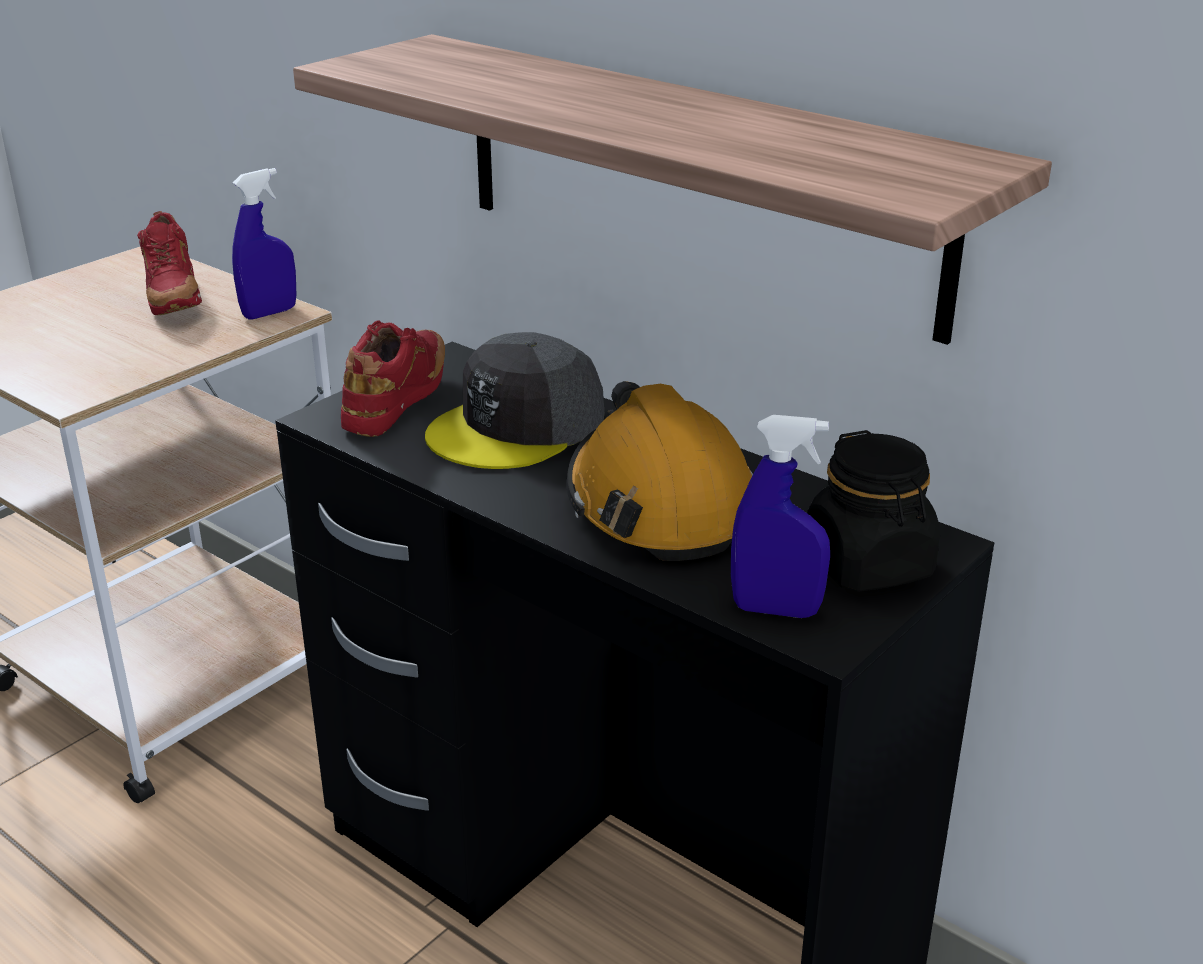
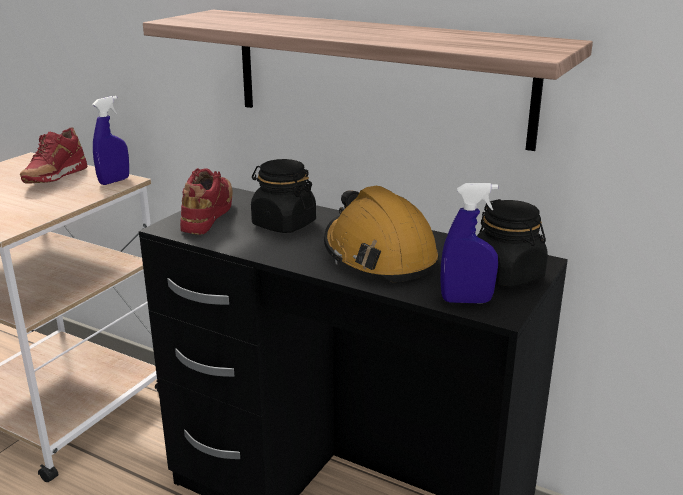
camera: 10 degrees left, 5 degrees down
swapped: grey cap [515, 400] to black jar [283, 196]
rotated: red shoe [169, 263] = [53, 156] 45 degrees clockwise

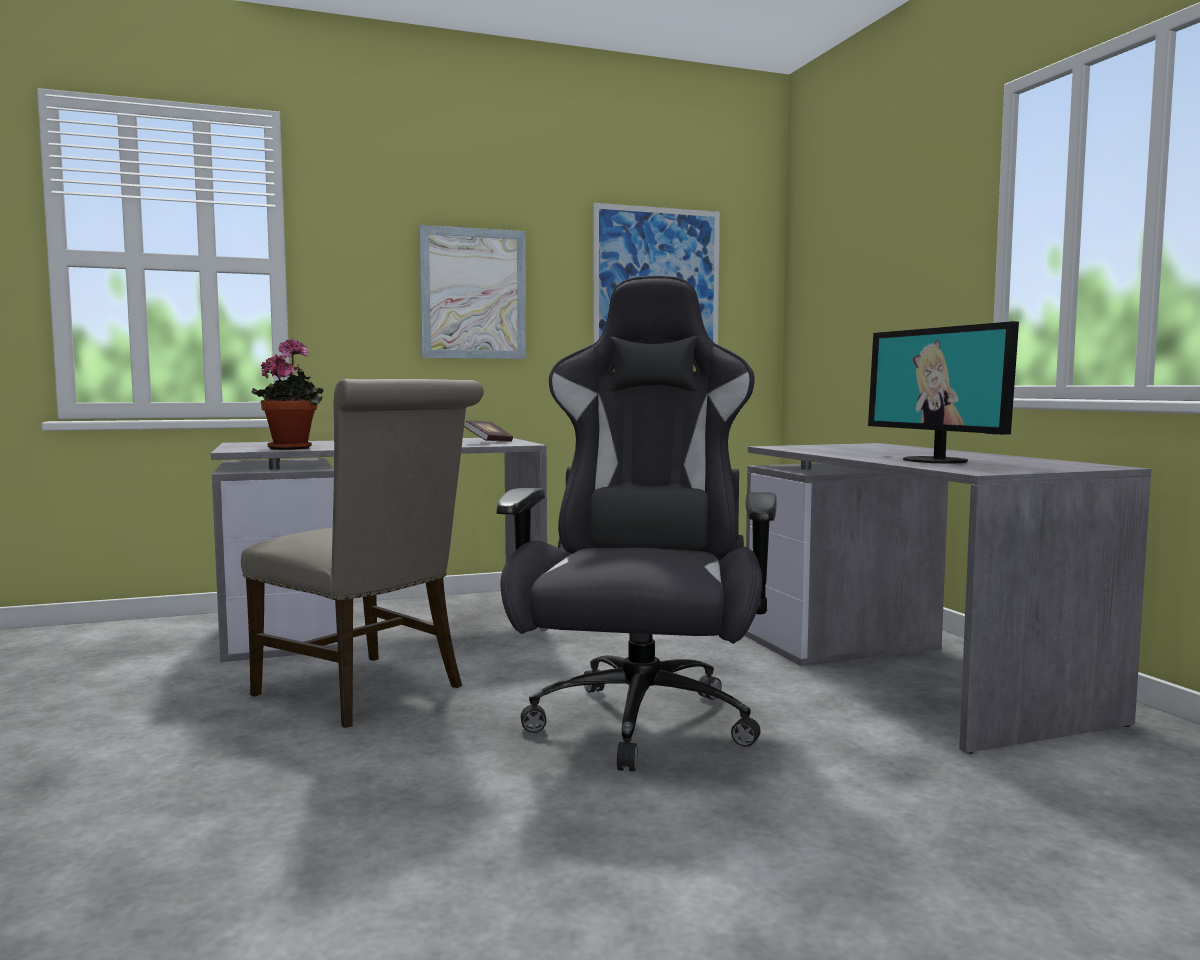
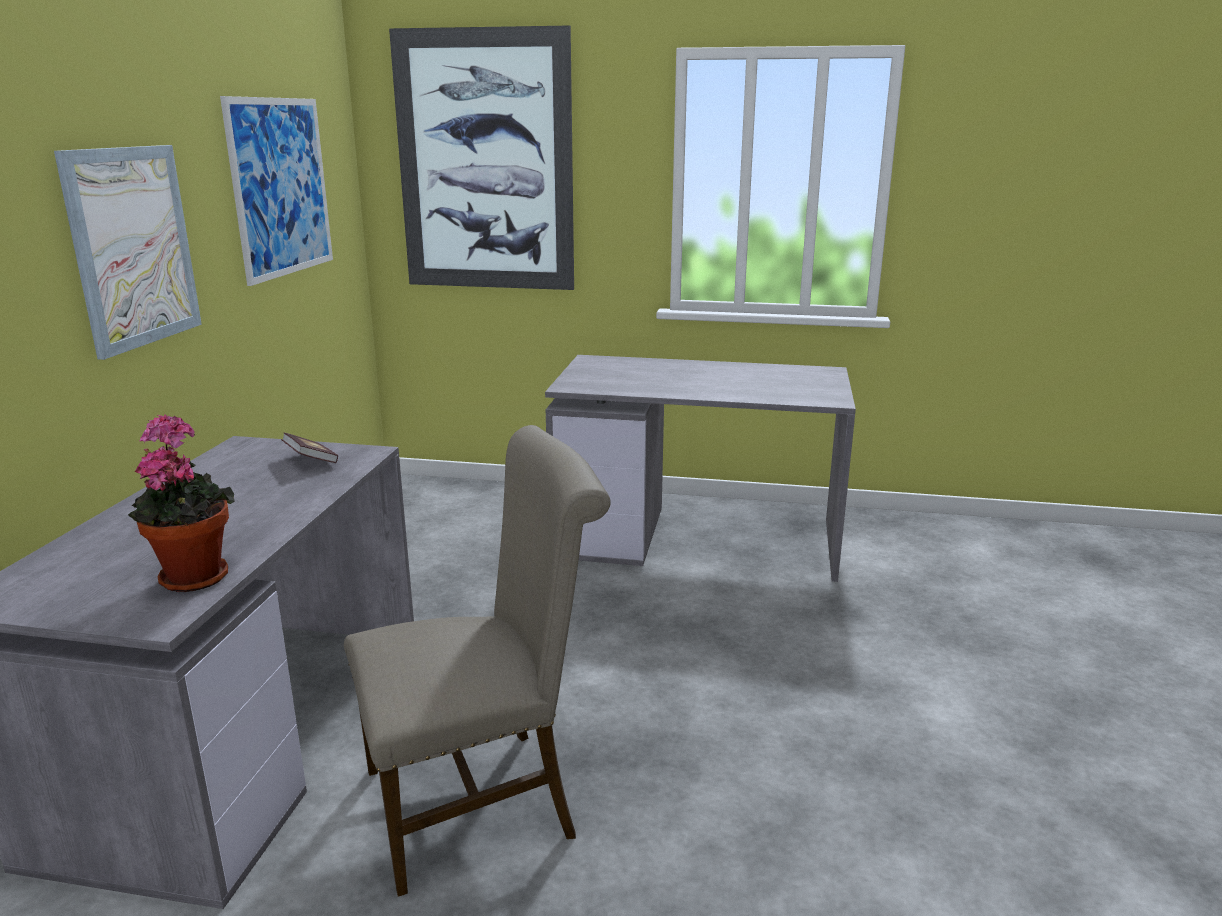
camera: 60 degrees left, 15 degrees up
gone: black office chair [636, 523]; monitor [943, 392]
new: picture [481, 158]

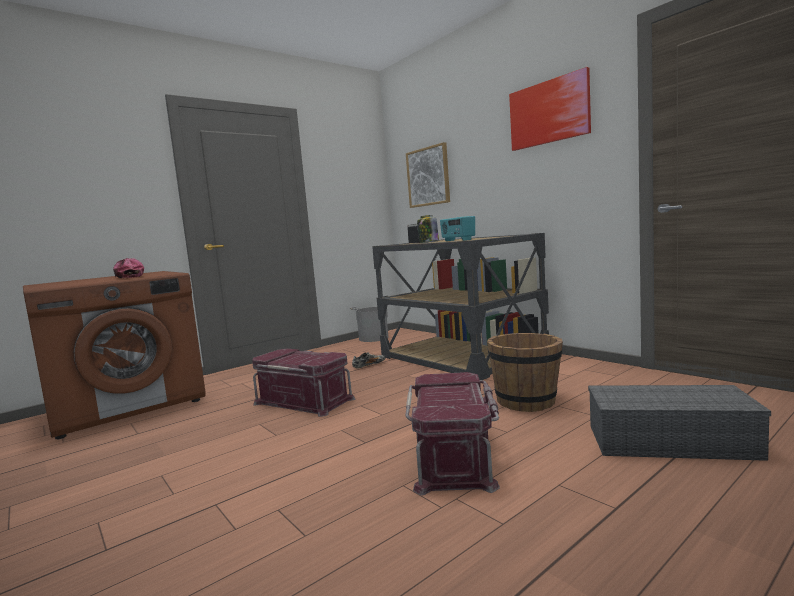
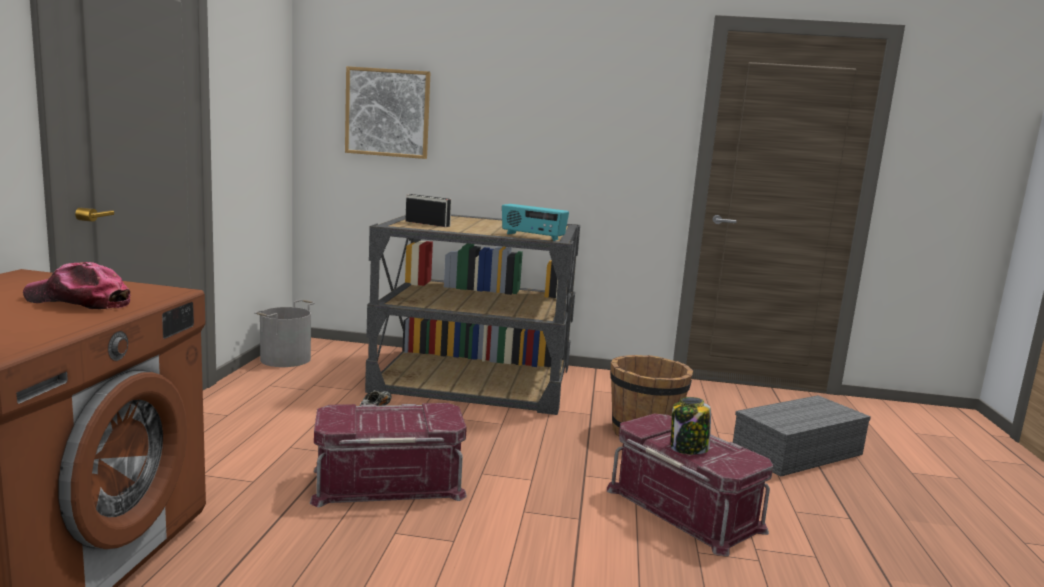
camera: 45 degrees left, 5 degrees up
gone: picture [550, 109]
shifted: jar [428, 229] to [691, 426]

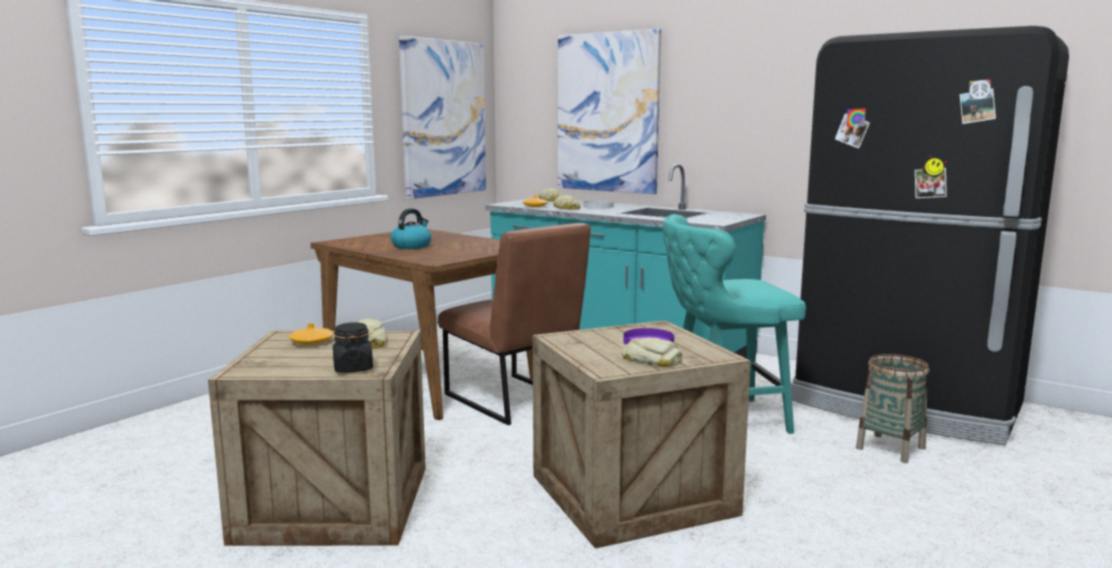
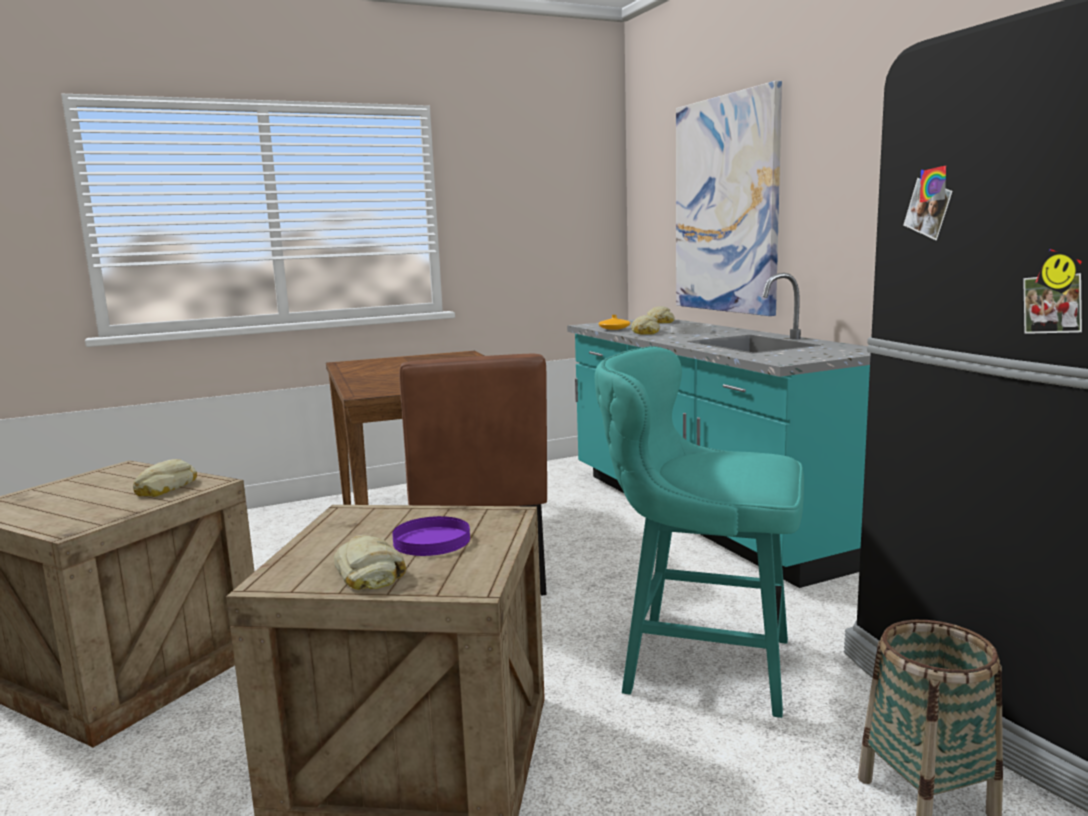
camera: 30 degrees right, 0 degrees up
gone: orange vase [311, 334]; black jar [353, 347]; kettle [411, 228]; picture [442, 117]

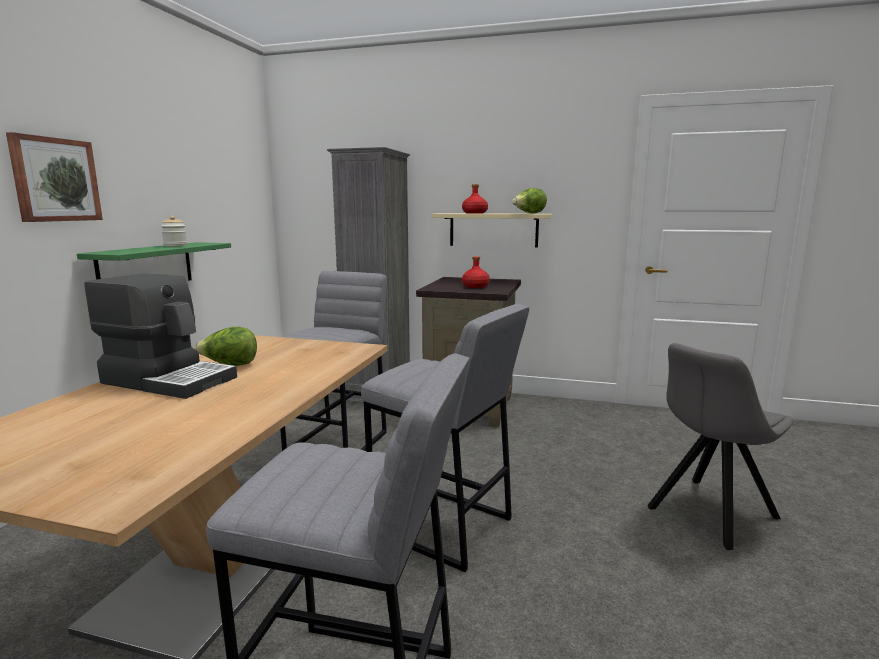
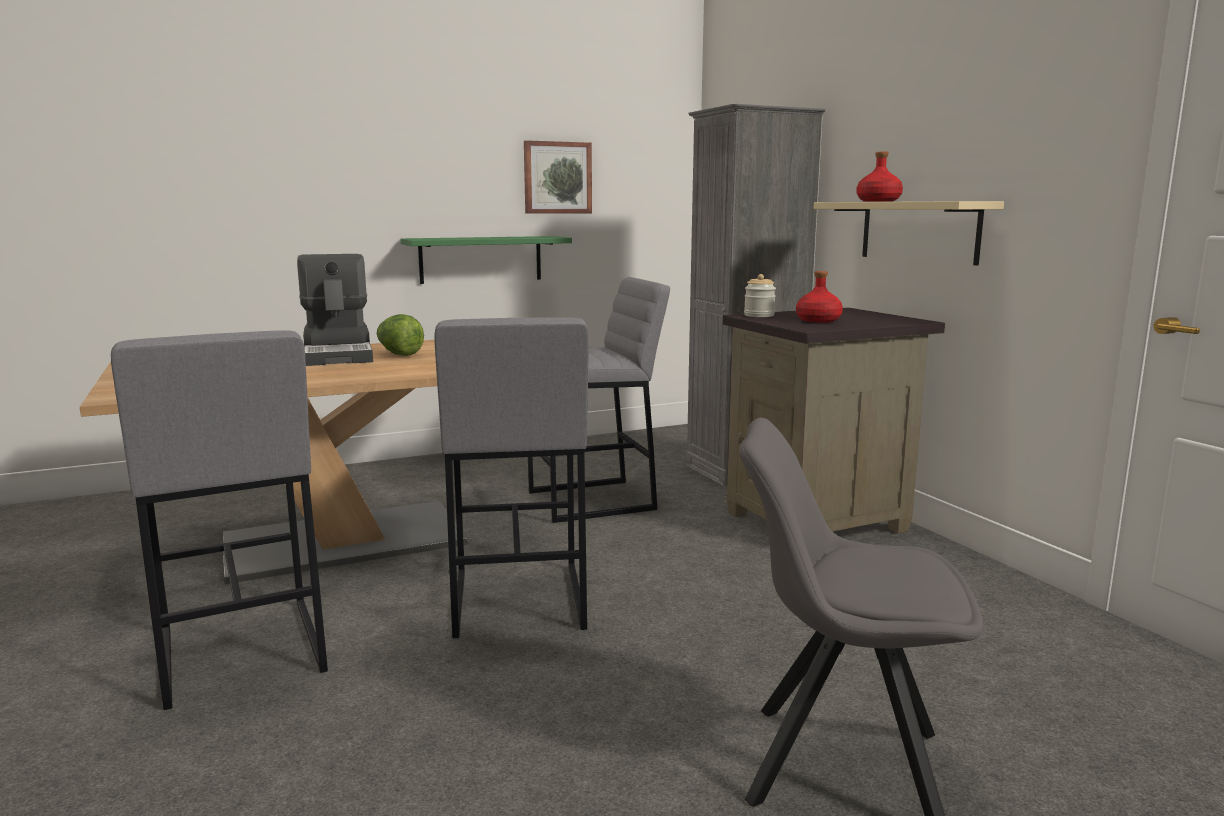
camera: 50 degrees right, 0 degrees up
gone: lettuce [529, 201]
shifted: picture [54, 177] to [558, 177]; jar [174, 231] to [760, 295]

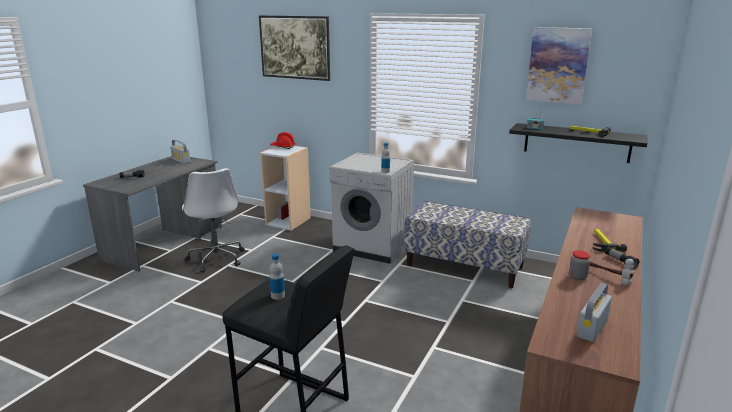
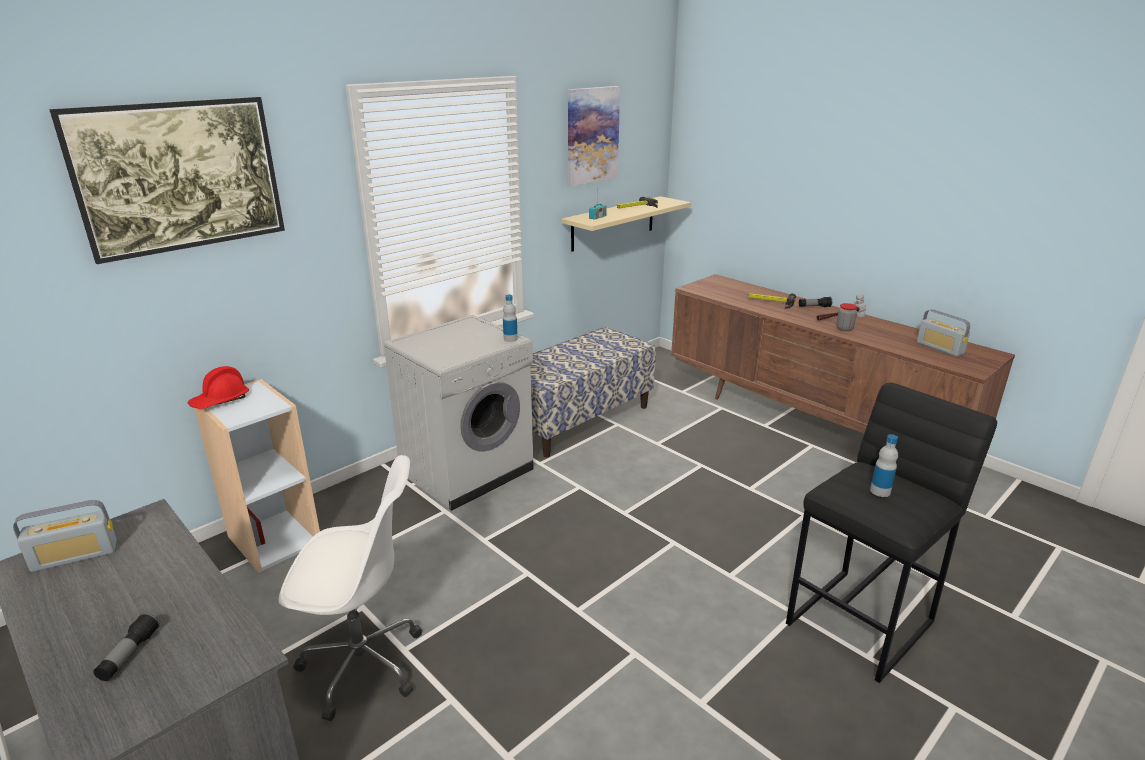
camera: 70 degrees left, 5 degrees up
repainted: black shelf [578, 143] to beige shelf [626, 224]

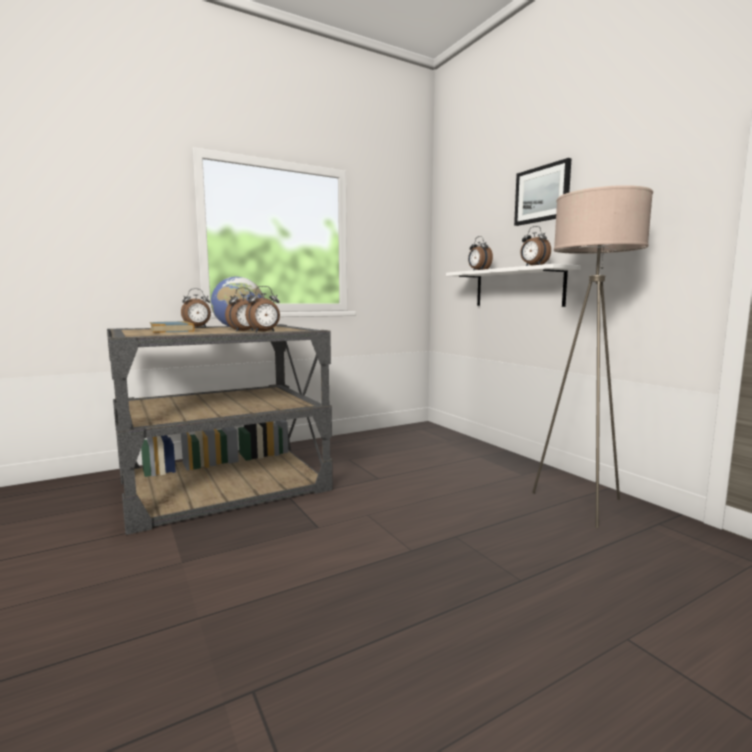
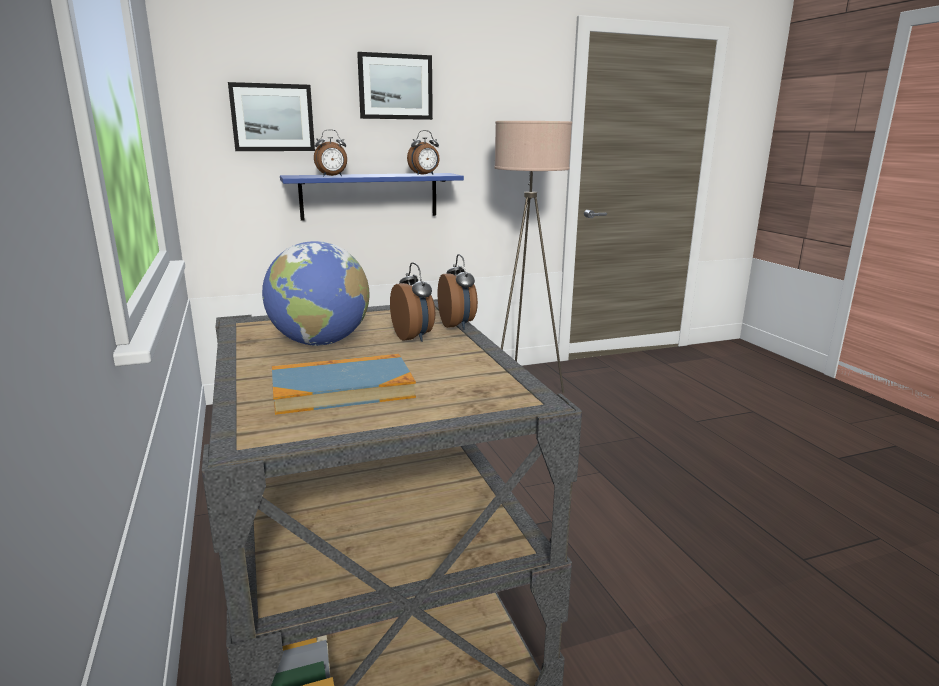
camera: 80 degrees left, 10 degrees up
gone: alarm clock [196, 307]
new: picture [271, 116]
repainted: white shelf [513, 285] to blue shelf [372, 197]

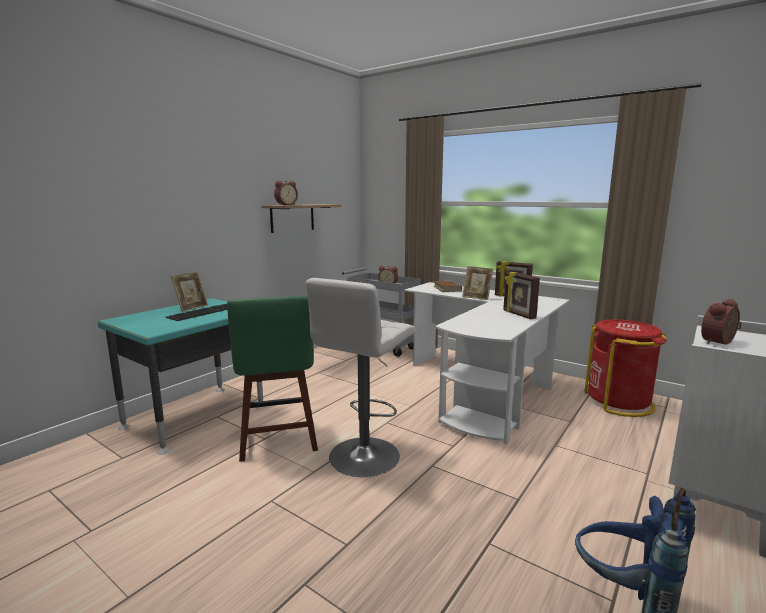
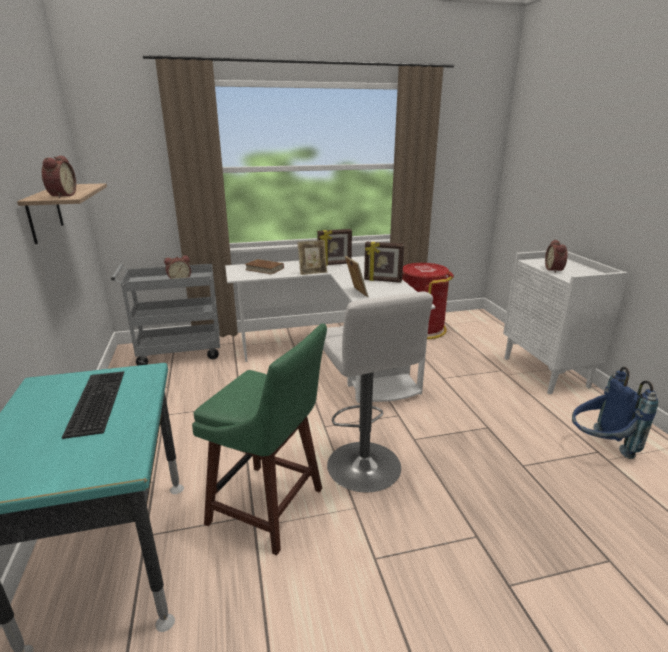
camera: 50 degrees left, 10 degrees up
shifted: picture frame [189, 292] to [356, 276]

